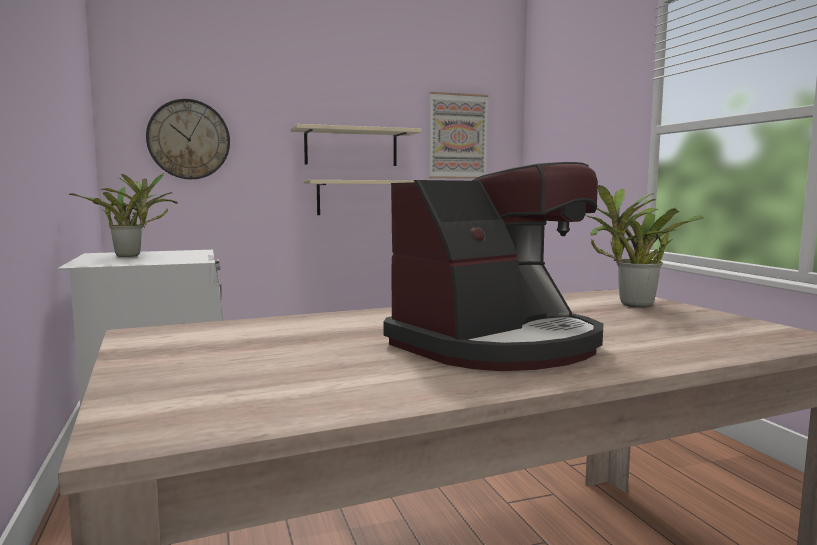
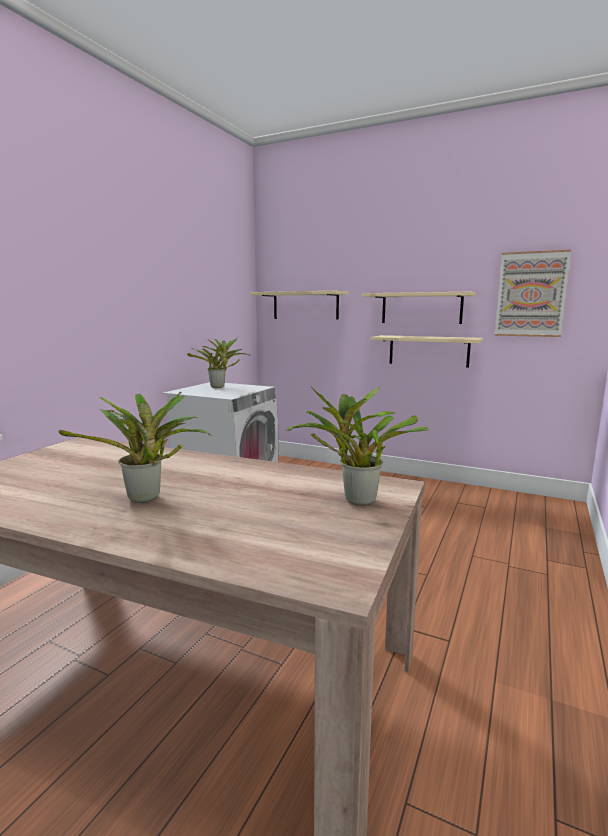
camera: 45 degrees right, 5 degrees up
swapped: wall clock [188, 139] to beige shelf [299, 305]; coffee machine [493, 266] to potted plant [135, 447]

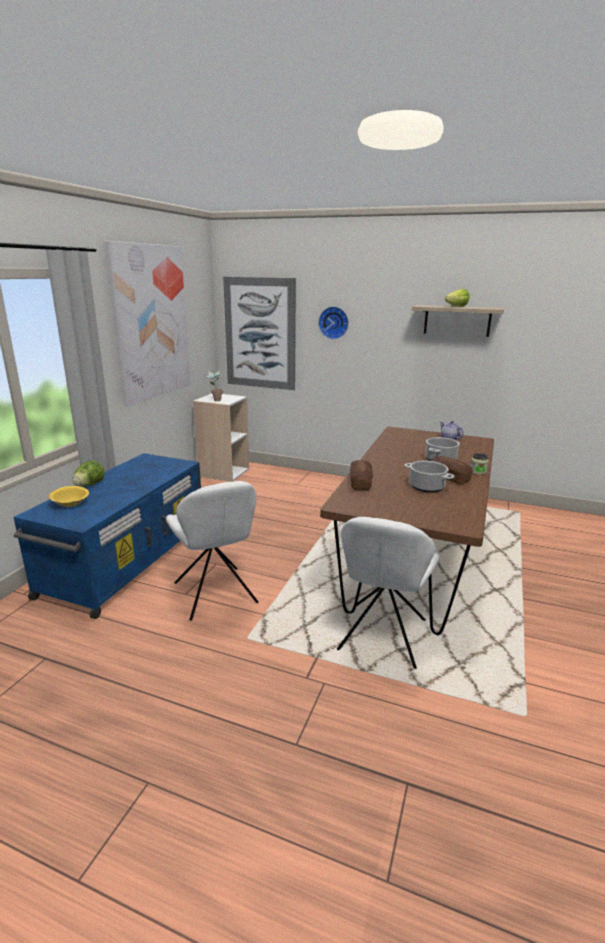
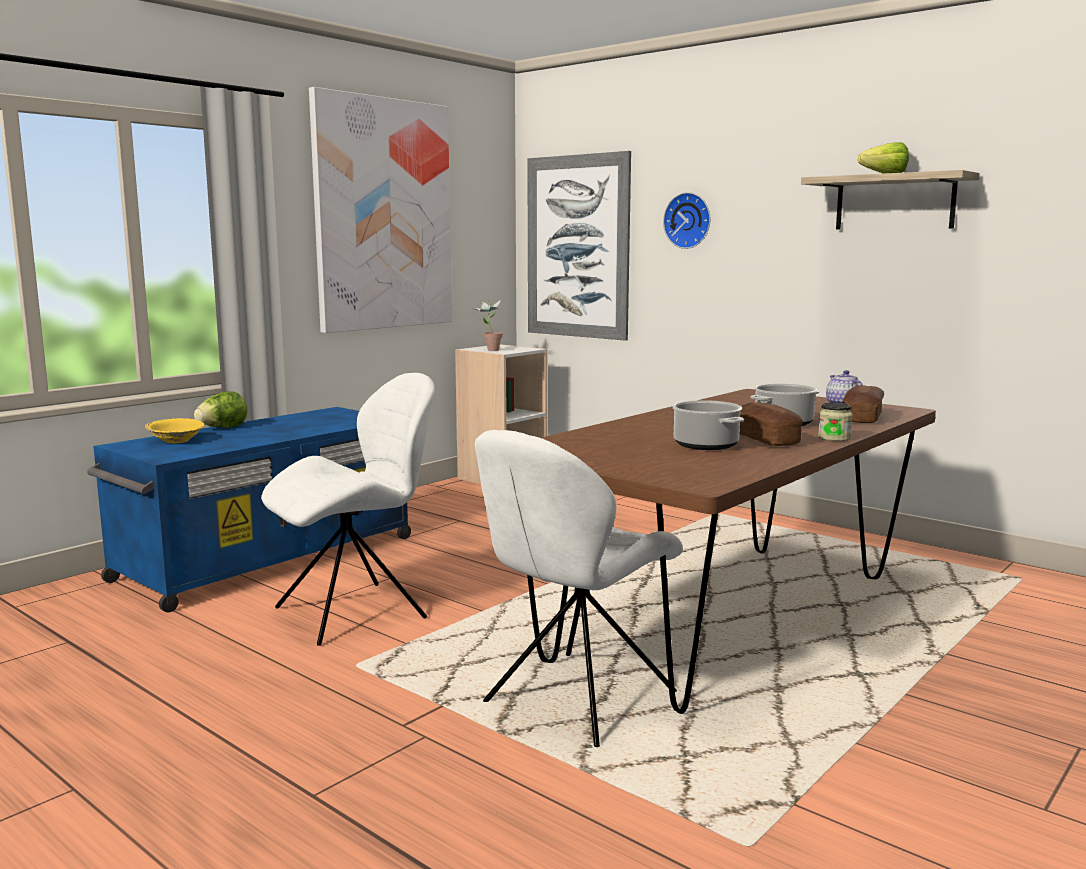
camera: 20 degrees right, 10 degrees down
shifted: bread [361, 475] to [864, 404]
rotated: white chair [212, 551] = [348, 509] 120 degrees counterclockwise

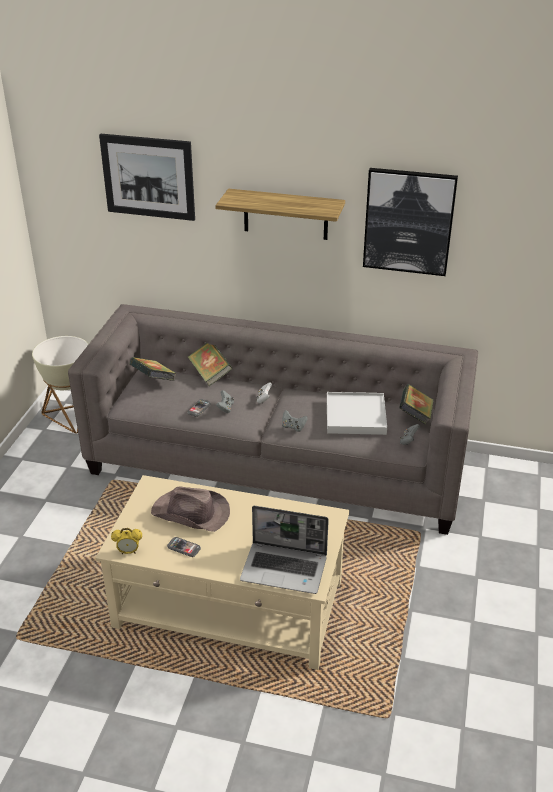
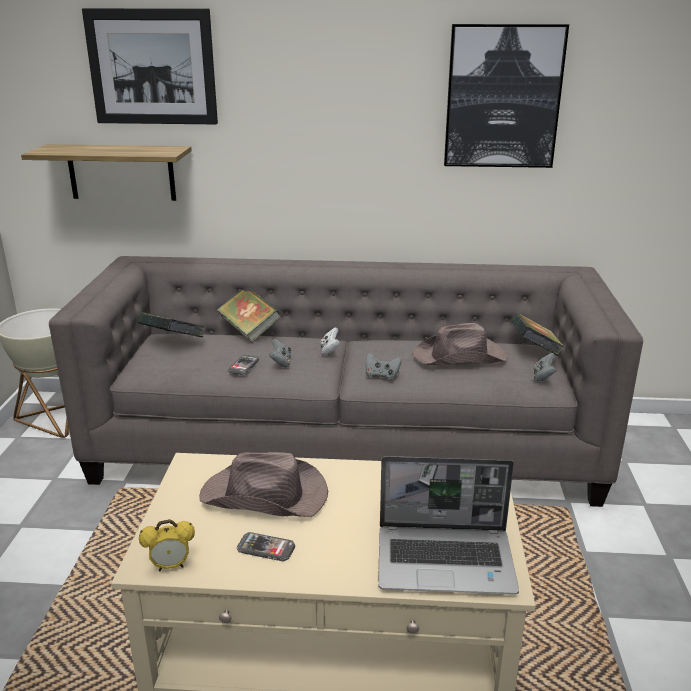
camera: 10 degrees left, 10 degrees down
shifted: shelf [280, 214] to [106, 172]
swapped: white tray [357, 413] to brown hat [460, 344]

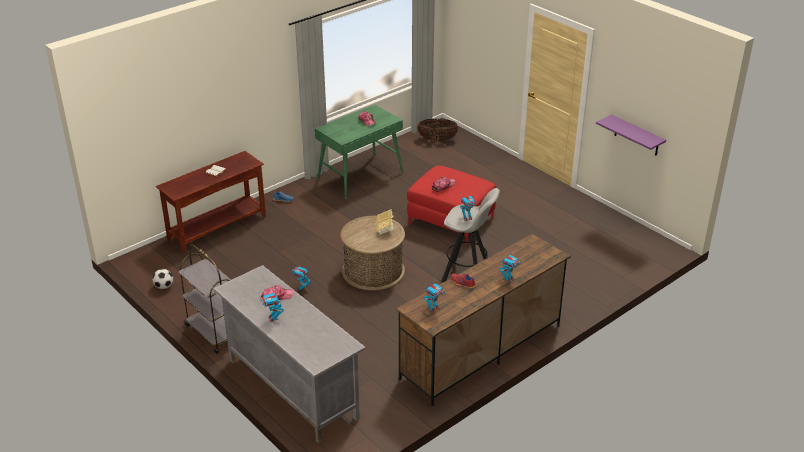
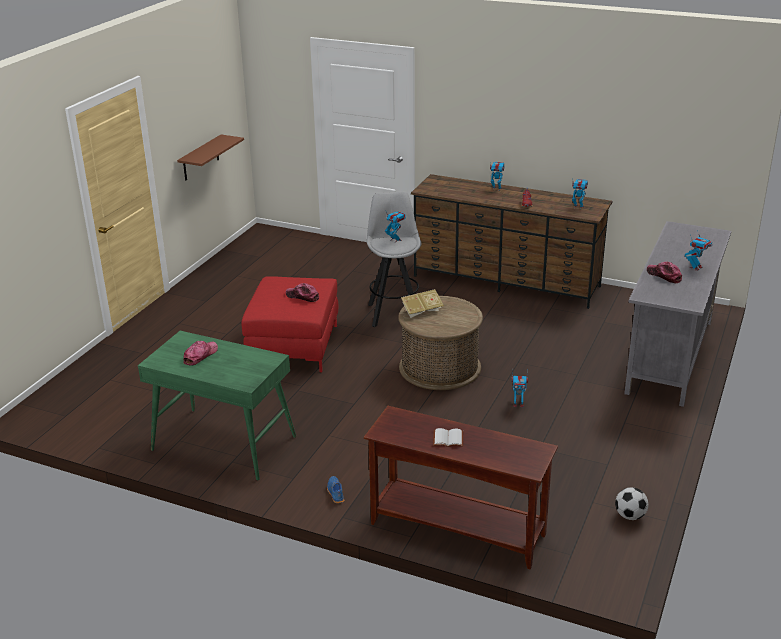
camera: 115 degrees left, 5 degrees down
gone: grey cart [205, 299]; basket [437, 130]
repainted: purple shelf [631, 135] to brown shelf [210, 157]

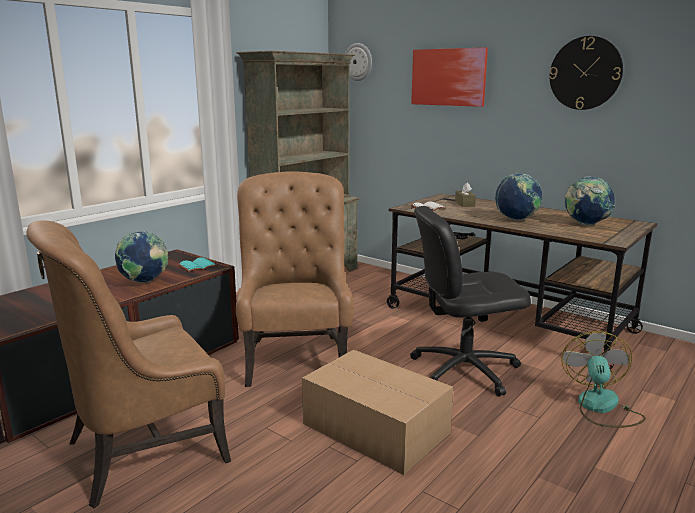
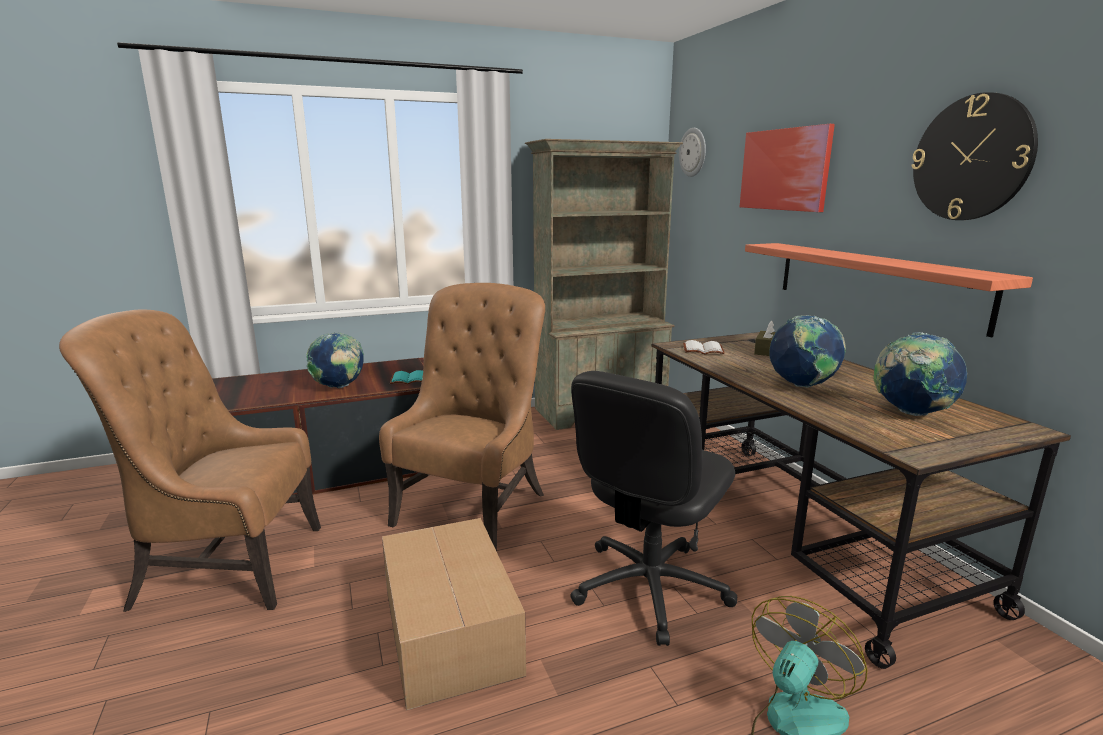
camera: 30 degrees right, 0 degrees up
new: shelf [889, 290]
rotated: black office chair [470, 301] = [653, 508] 75 degrees counterclockwise

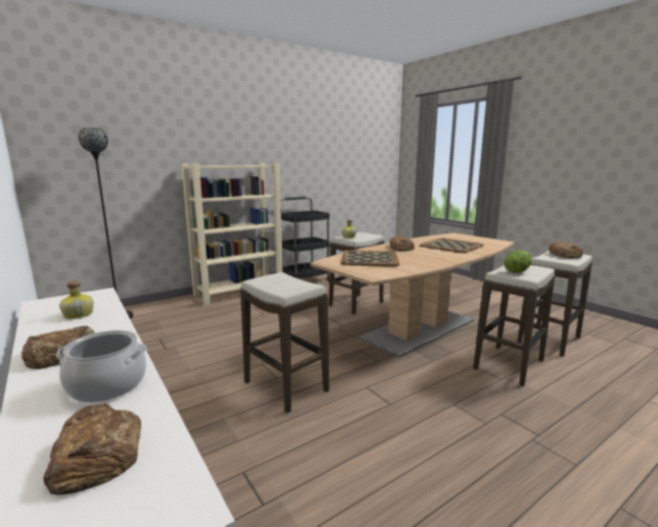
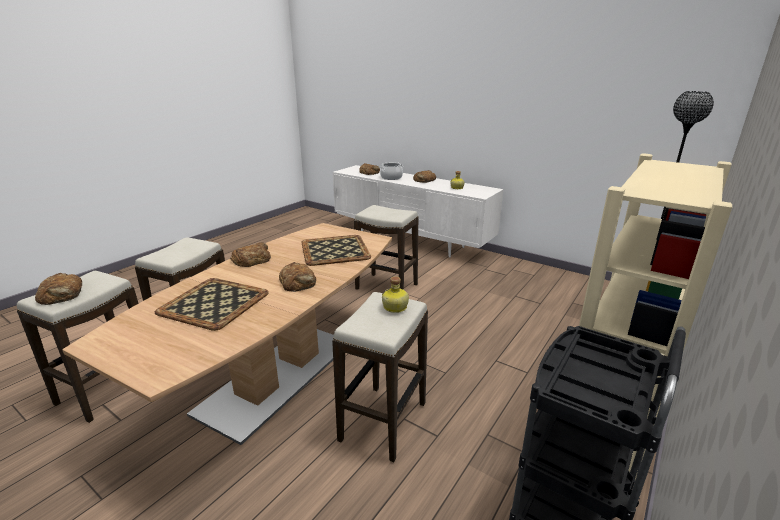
camera: 160 degrees right, 10 degrees up
gone: lettuce [517, 262]
new: bread [250, 254]

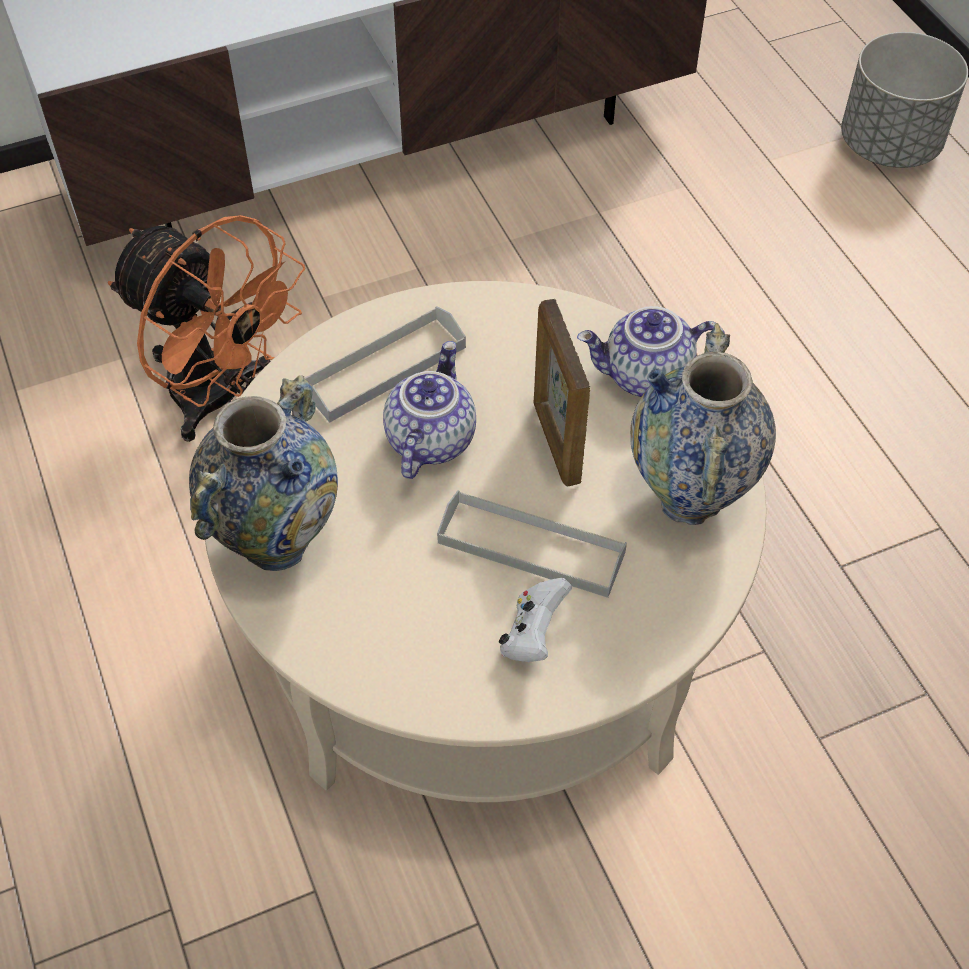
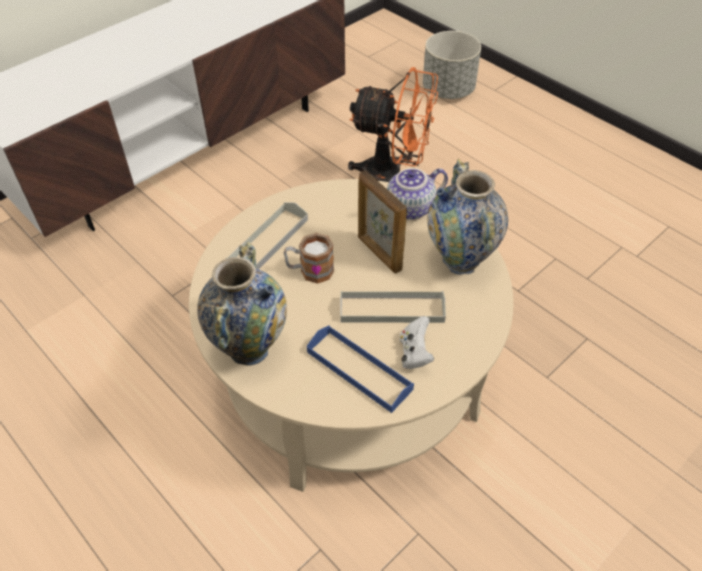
camera: 20 degrees left, 5 degrees down
new: blue tray [360, 369]
shifted: orange fan [206, 328] to [393, 124]
swapped: teapot [429, 410] to mug [309, 258]

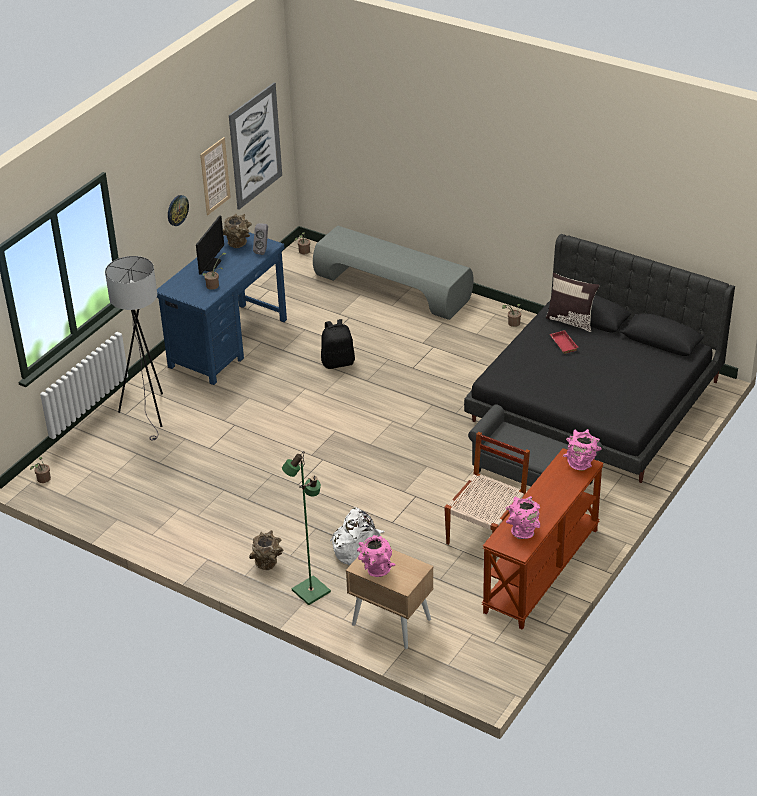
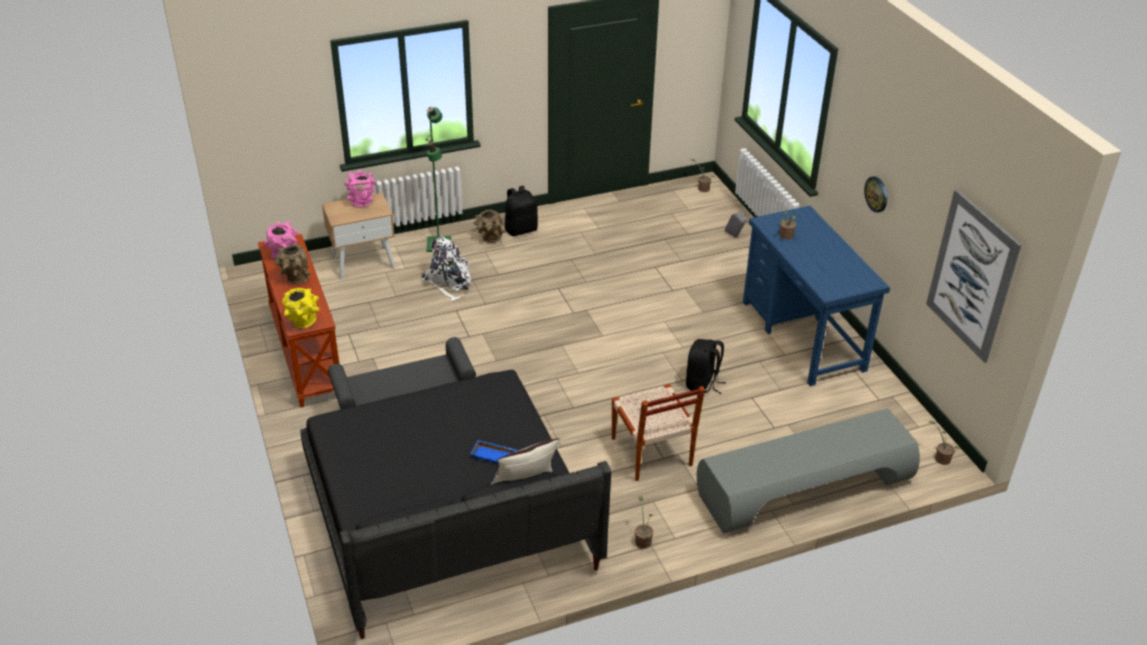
camera: 125 degrees right, 0 degrees up
gone: grey floor lamp [134, 348]; monitor [210, 245]; picture [215, 176]
new: black backpack [521, 211]
shifted: brown vase [237, 231] to [292, 264]; grey speaker [260, 239] to [735, 224]; chair [487, 497] to [658, 432]
repainted: red tray [564, 342] to blue tray [493, 452]; pink vase [582, 450] to yellow vase [301, 308]

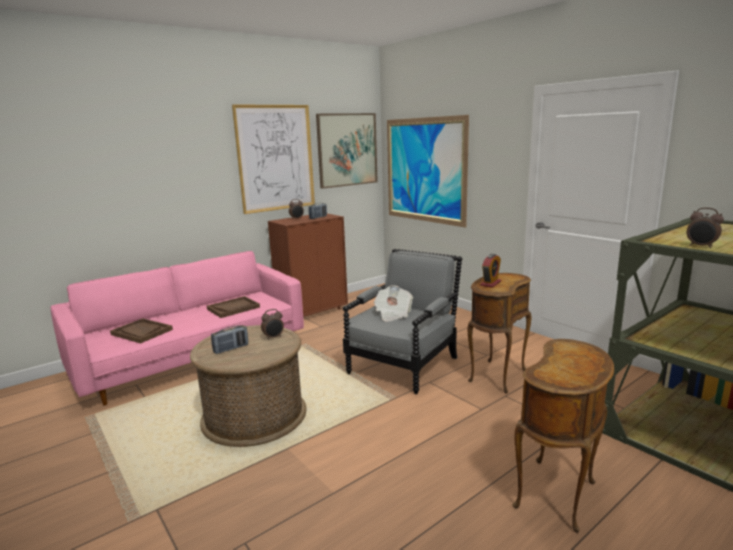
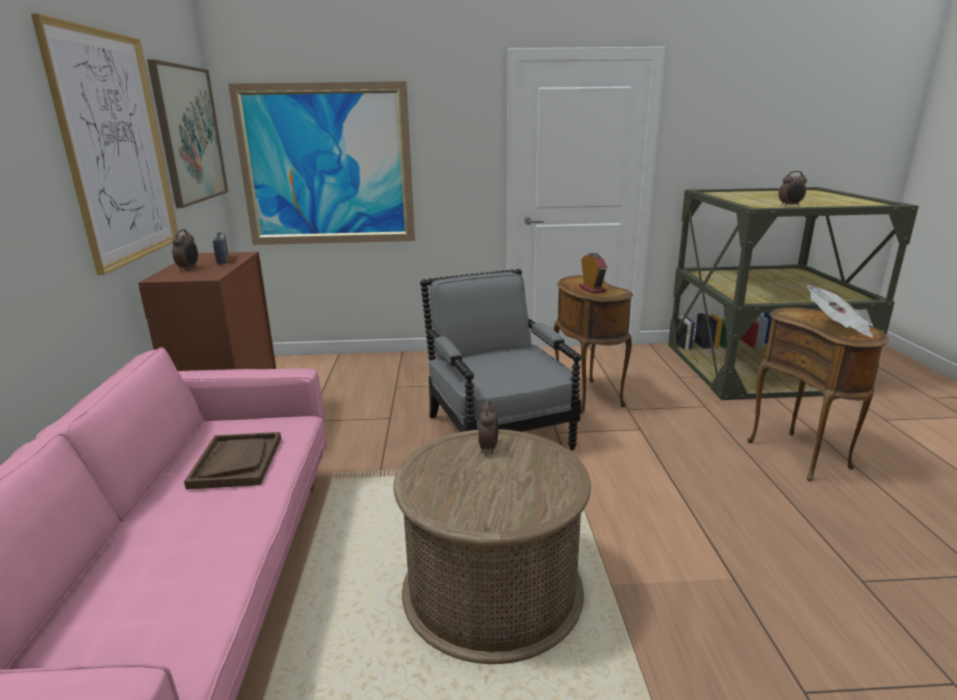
camera: 55 degrees left, 5 degrees up
gone: brown tray [141, 331]; radio [229, 339]
shifted: newspaper [393, 303] to [840, 311]

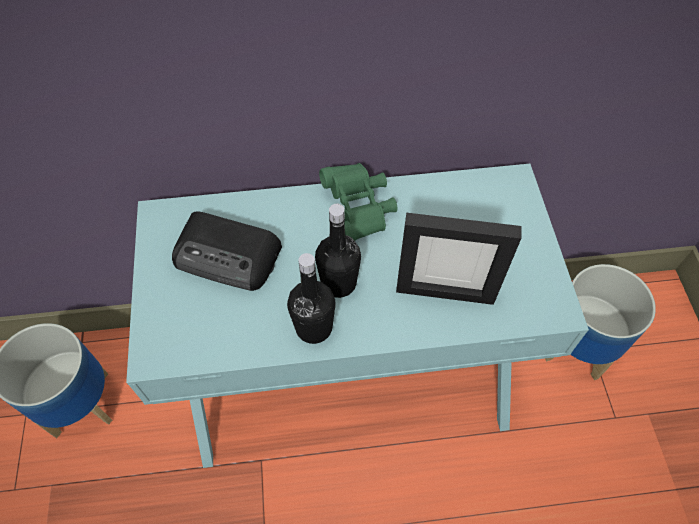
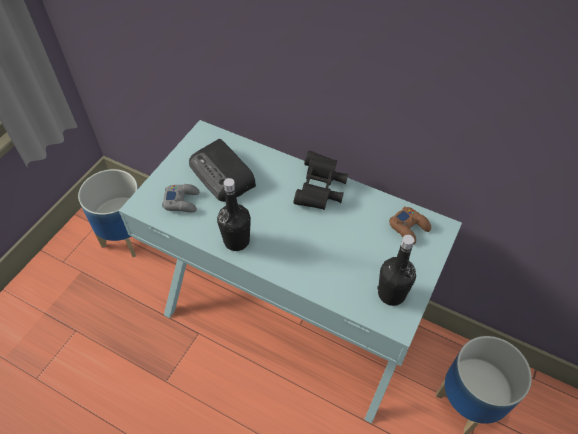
camera: 35 degrees right, 5 degrees down
gone: picture frame [458, 259]
new: grey game controller [180, 198]; brown game controller [410, 226]
shifted: black bottle [338, 251] to [396, 270]
repainted: green binoculars [358, 202] to black binoculars [320, 180]

